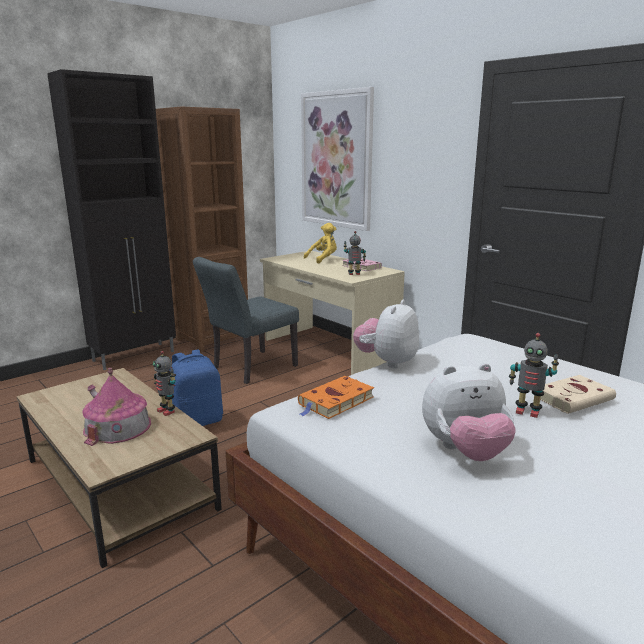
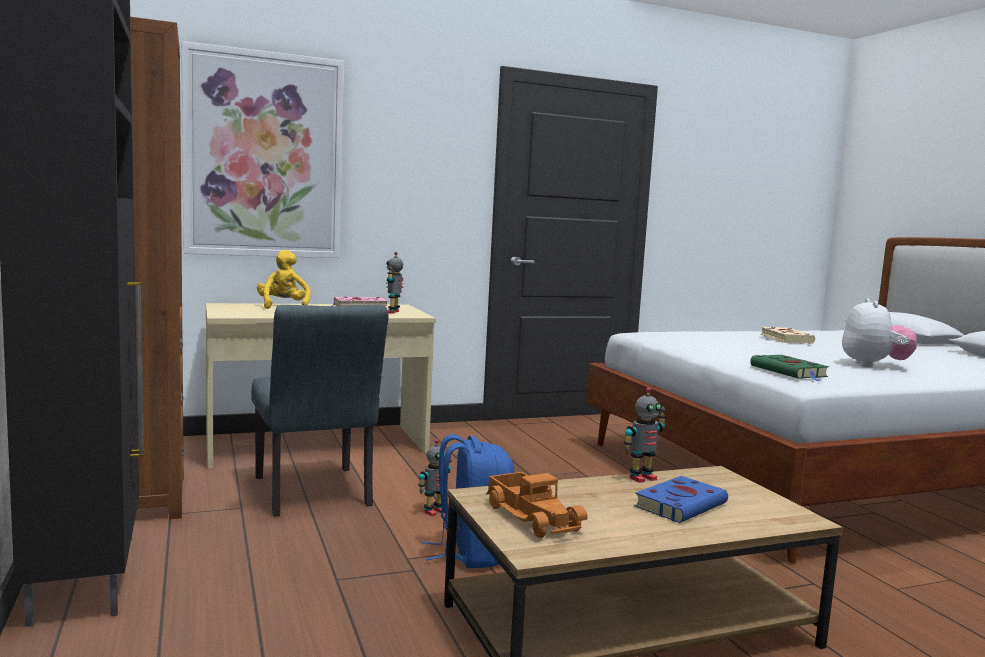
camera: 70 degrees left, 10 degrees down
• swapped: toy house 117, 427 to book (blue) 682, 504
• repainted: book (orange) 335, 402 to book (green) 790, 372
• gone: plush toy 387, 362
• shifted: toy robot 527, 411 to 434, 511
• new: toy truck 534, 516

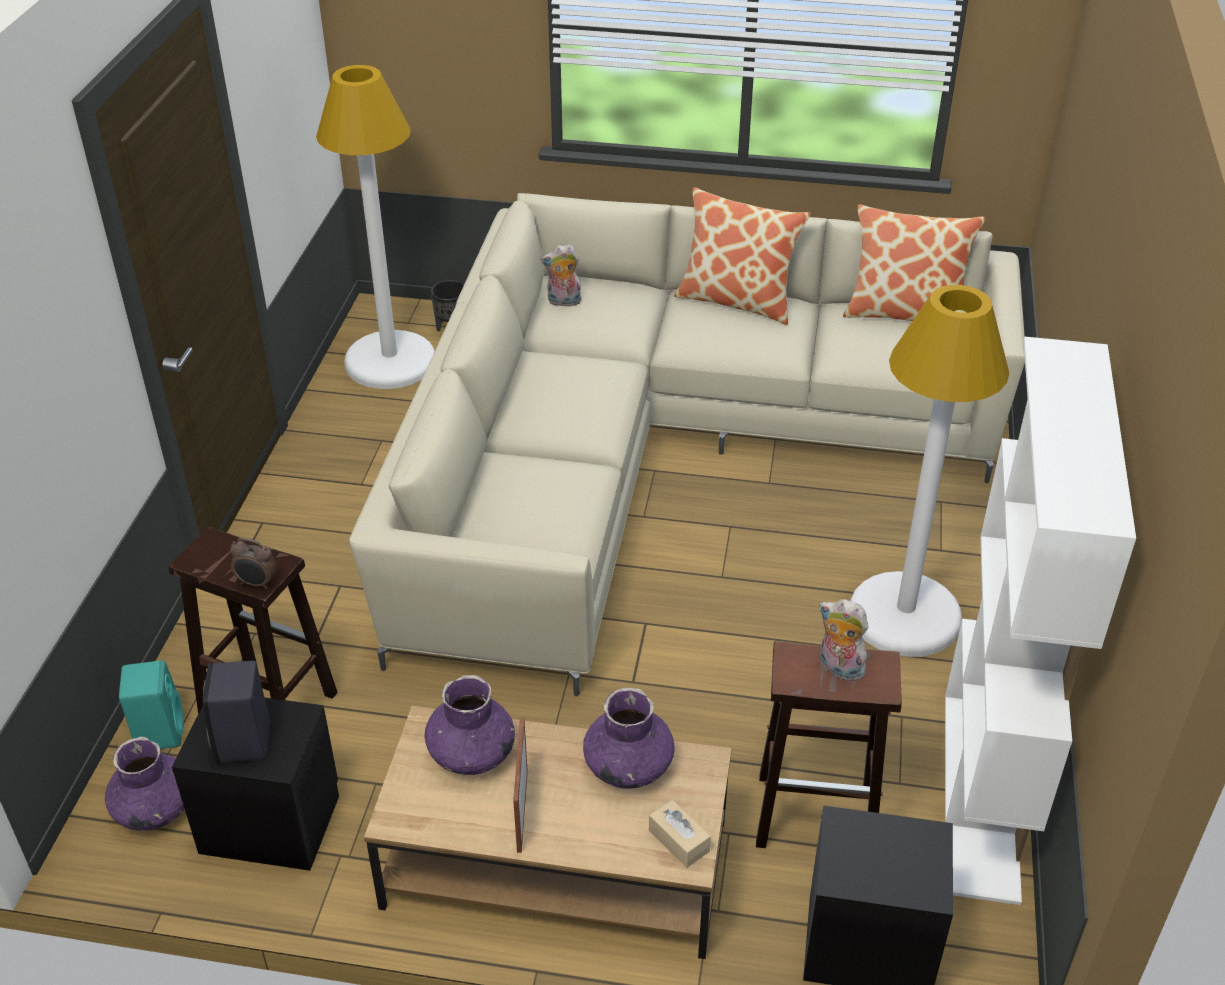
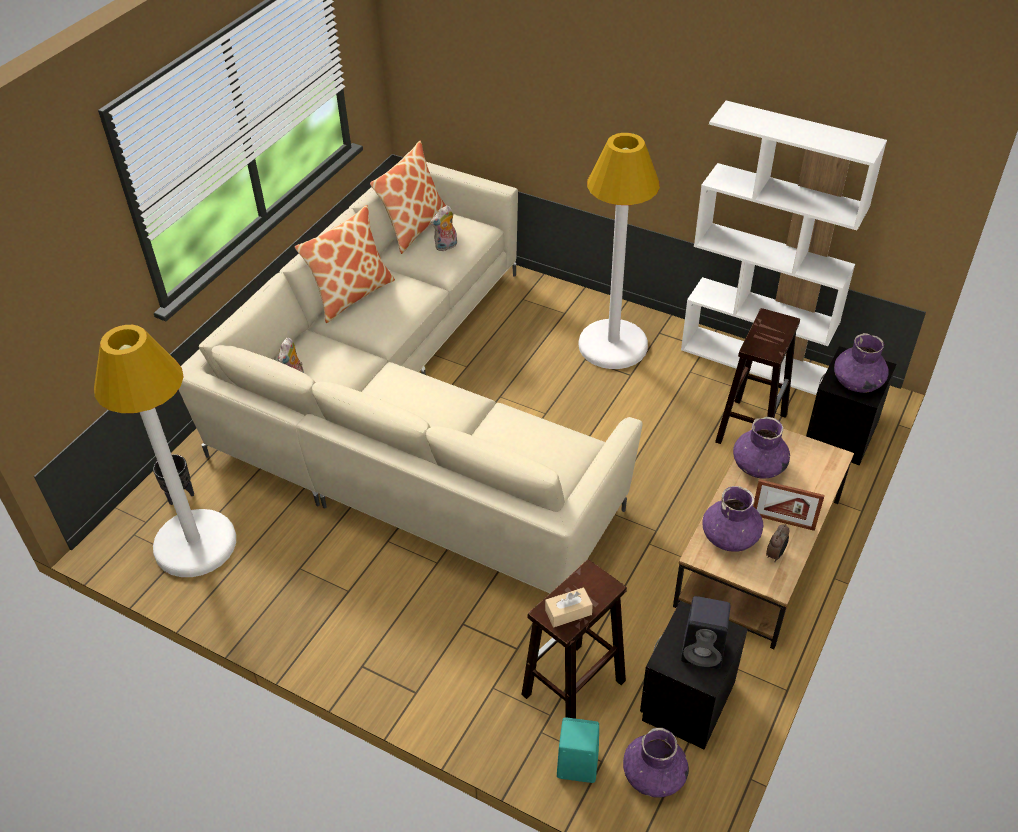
camera: 70 degrees left, 5 degrees up
• shifted: alarm clock 257, 583 to 775, 554
• shifted: tissue box (beige) 679, 841 to 568, 612
• shifted: plush toy 838, 668 to 446, 246
• new: vase (purple) 857, 382

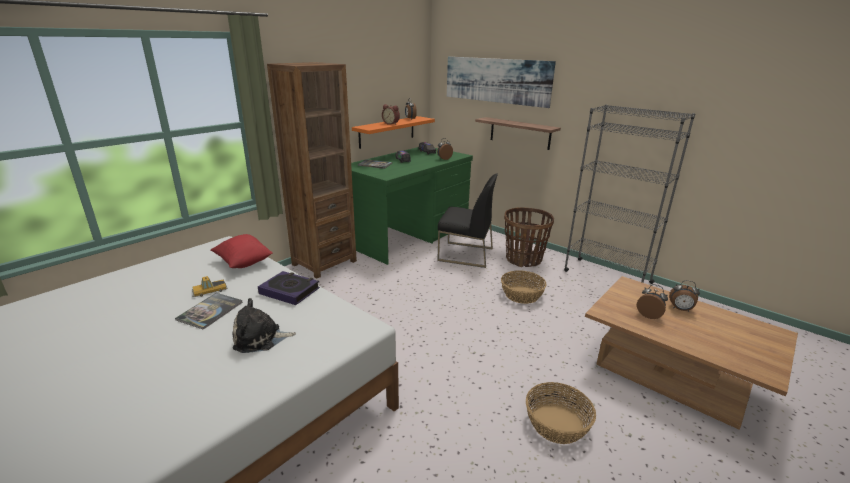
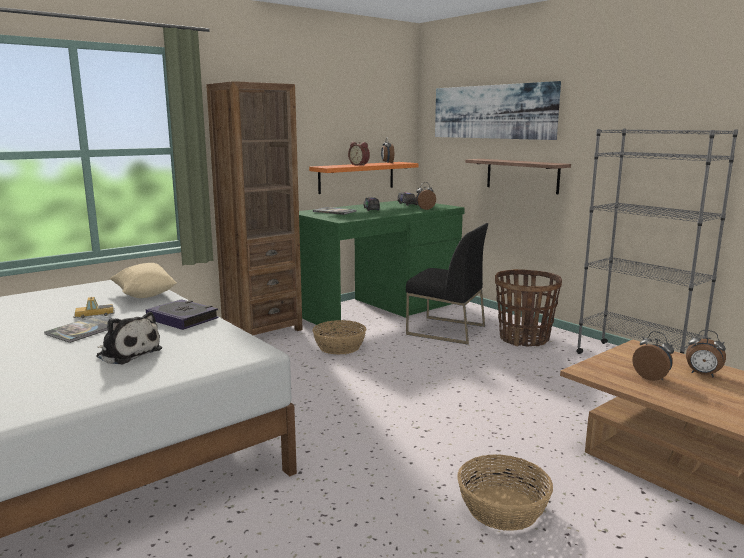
camera: 10 degrees right, 10 degrees down
• repainted: pillow (red) 243, 262 to pillow (beige) 144, 295
• rotated: plush toy 260, 338 = 127, 353 150 degrees counterclockwise
• shifted: basket 522, 295 to 340, 347

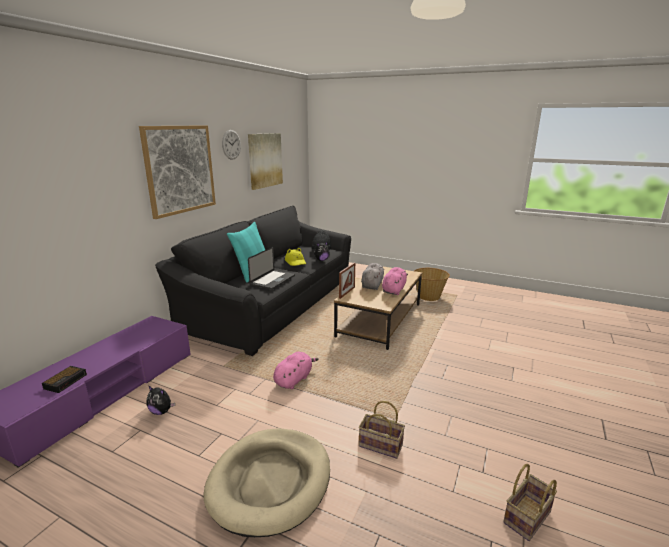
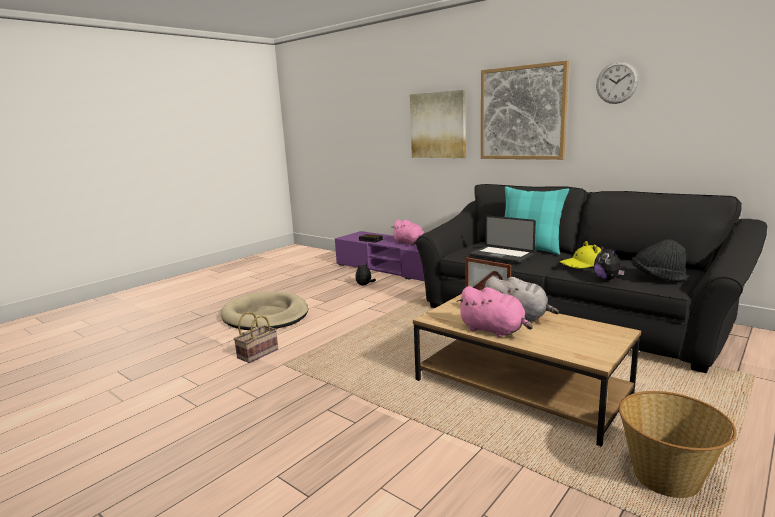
camera: 105 degrees right, 5 degrees down
• shifted: picture 265, 160 to 438, 125
• shifted: plush toy (pink) 294, 379 to 409, 243
• gone: basket 527, 518

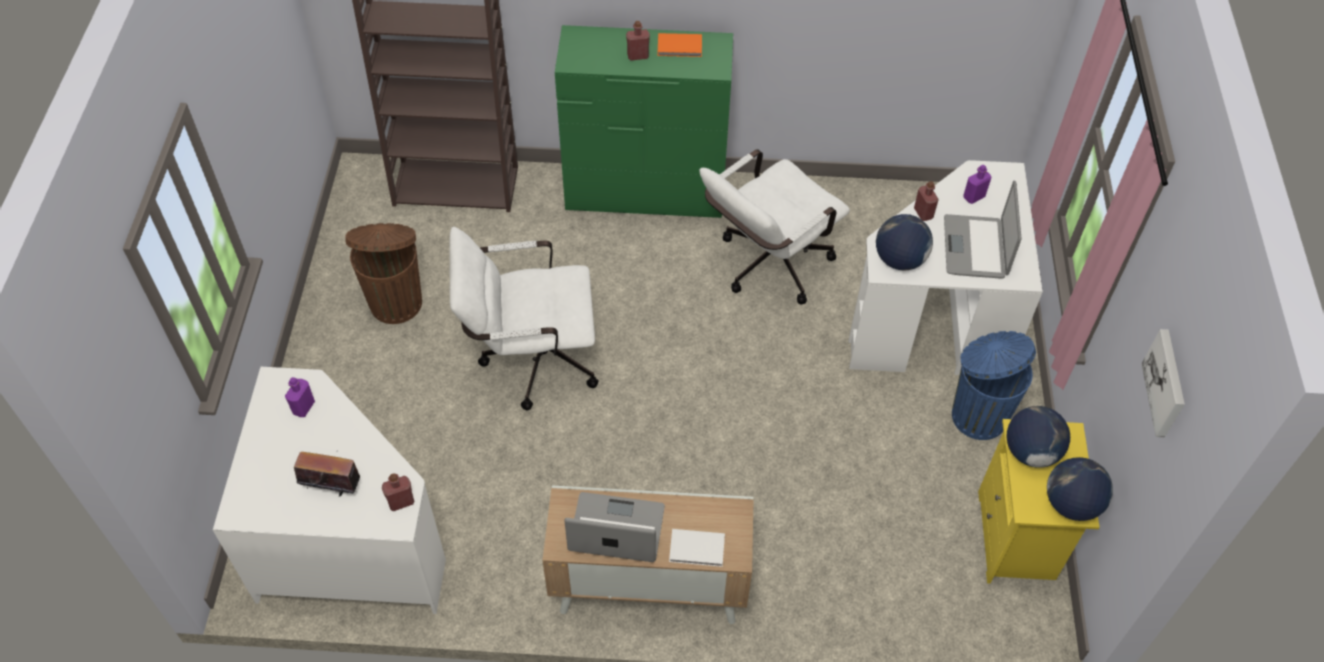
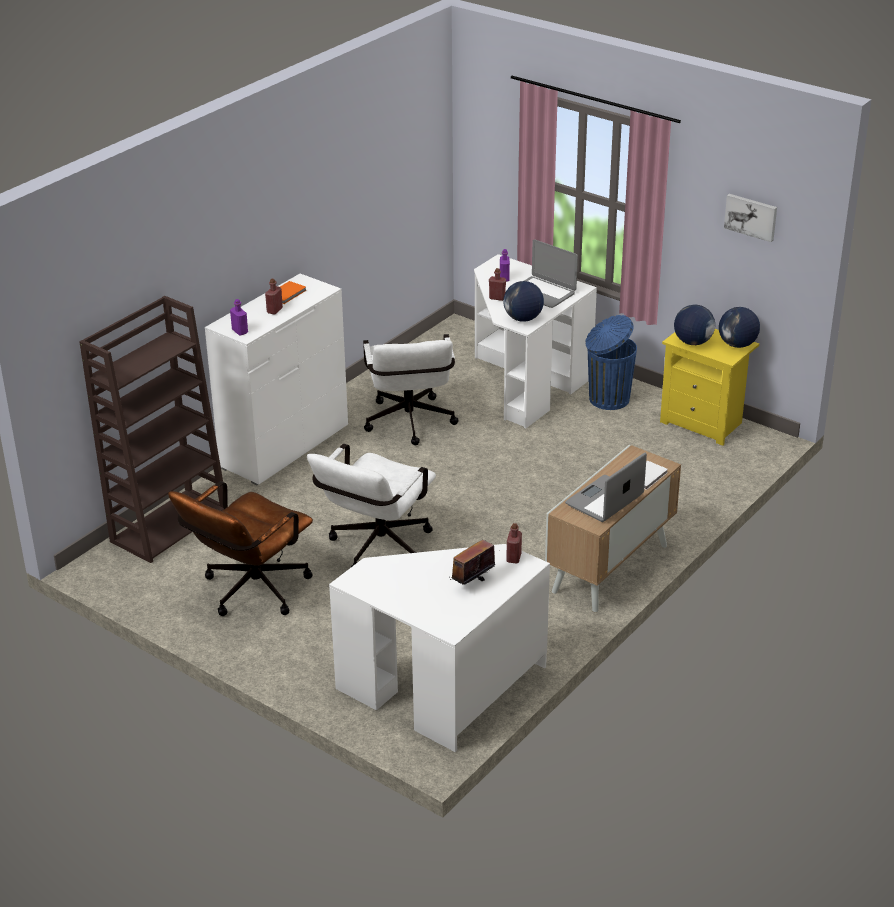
camera: 55 degrees left, 20 degrees down
• shifted: bottle (purple) 303, 407 to 240, 331
• swapped: trash can (brown) 396, 301 to office chair (brown) 249, 593
• repainted: dresser (green) 645, 192 to dresser (white) 284, 447

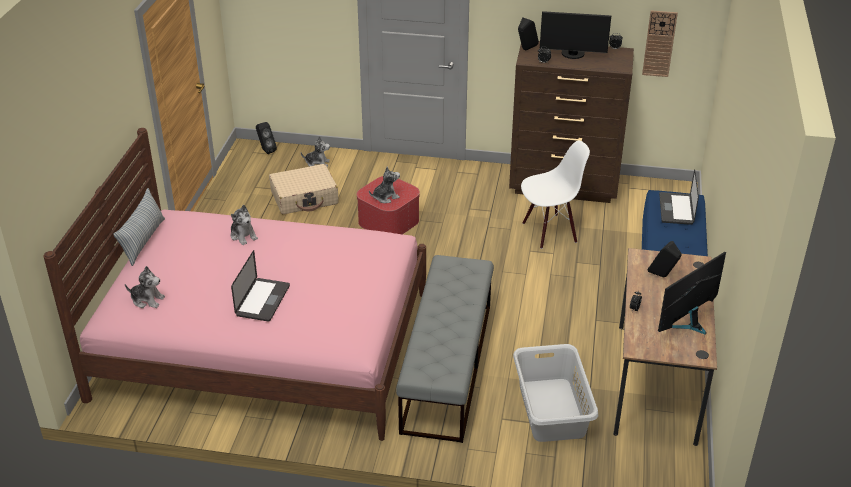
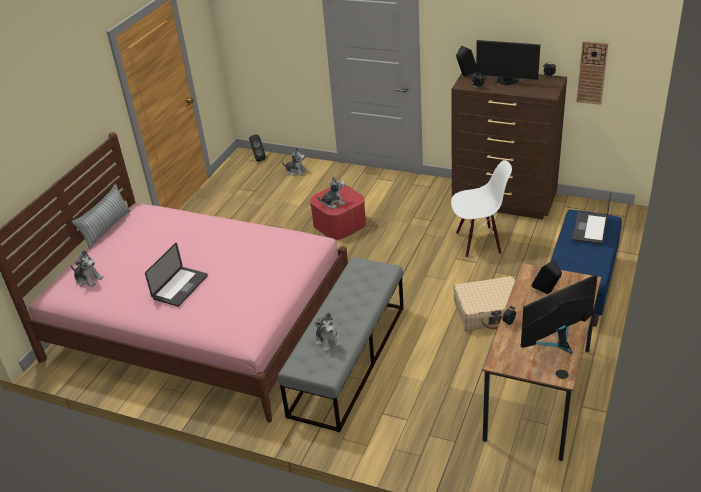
camera: 15 degrees right, 0 degrees up
• shifted: plush toy 243, 236 to 328, 341
• shifted: suitcase (beige) 304, 198 to 489, 312
• gone: laundry basket (grey) 551, 410

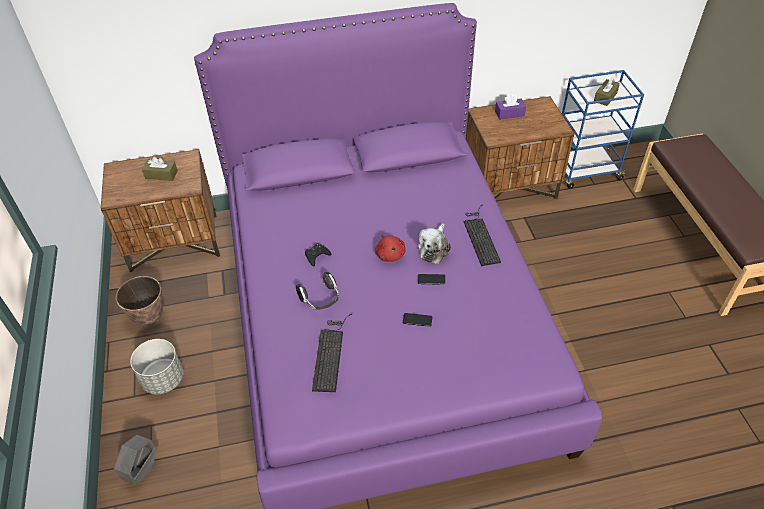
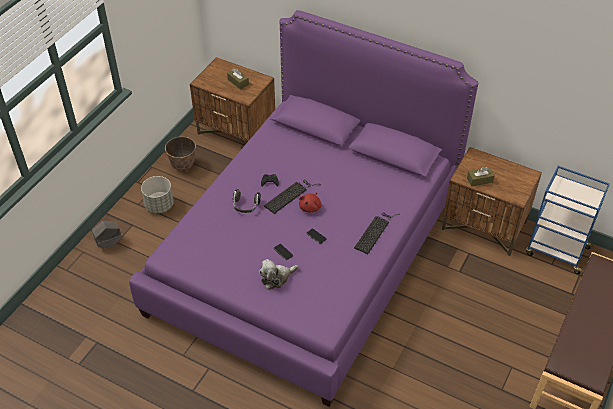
camera: 40 degrees right, 0 degrees up
• shifted: keyboard 330, 353 to 290, 195
• shifted: plush toy 434, 248 to 276, 278
• gone: tissue box (purple) 509, 113
• shifted: tissue box (brown) 605, 97 to 479, 180

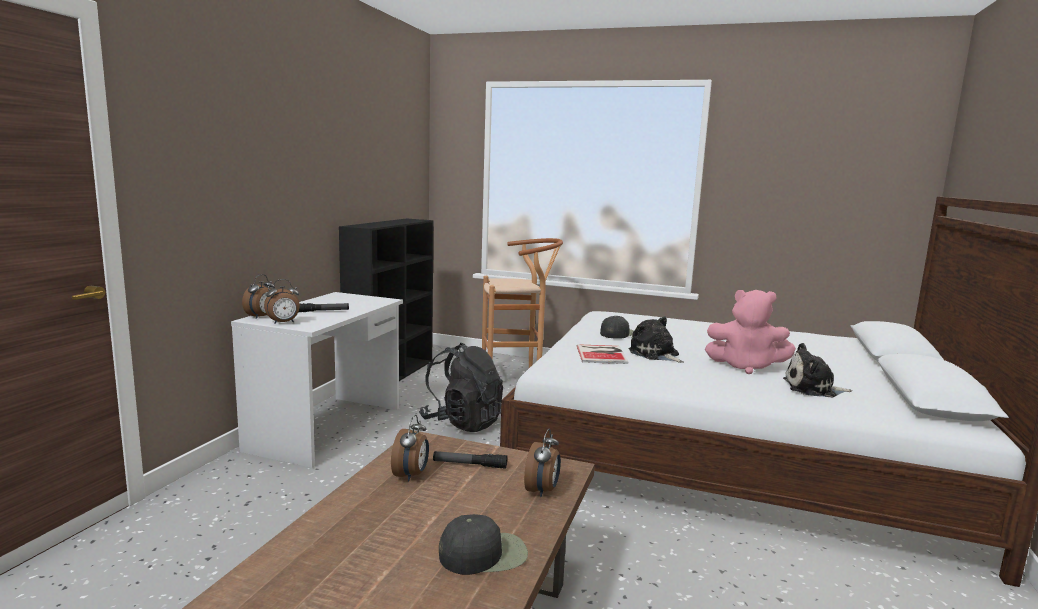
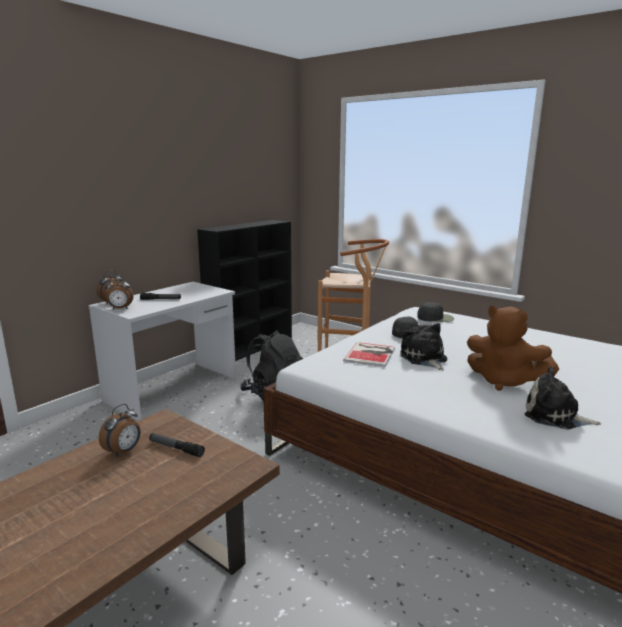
camera: 20 degrees right, 5 degrees up
• shifted: cap (black) 484, 553 to 435, 318
• gone: alarm clock 542, 490
• repainted: plush toy (pink) 746, 367 to plush toy (brown) 504, 381

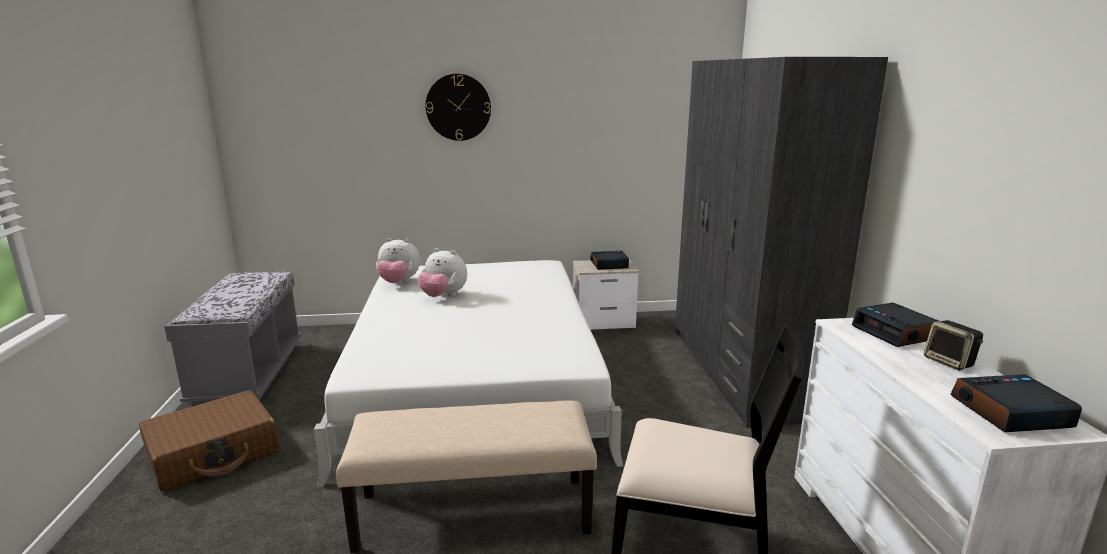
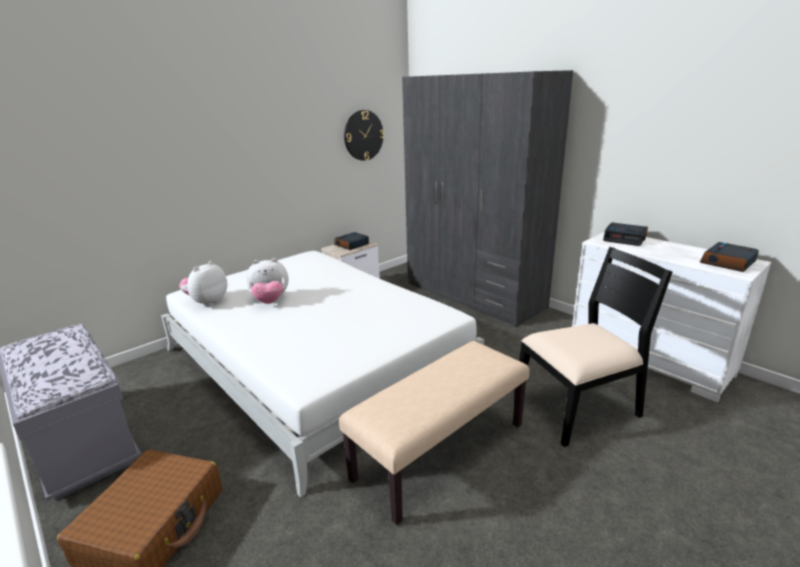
camera: 35 degrees left, 5 degrees up
• rotated: plush toy 398, 282 = 207, 302 150 degrees clockwise
• shifted: wall clock 458, 107 to 363, 135
• gone: speaker 950, 362

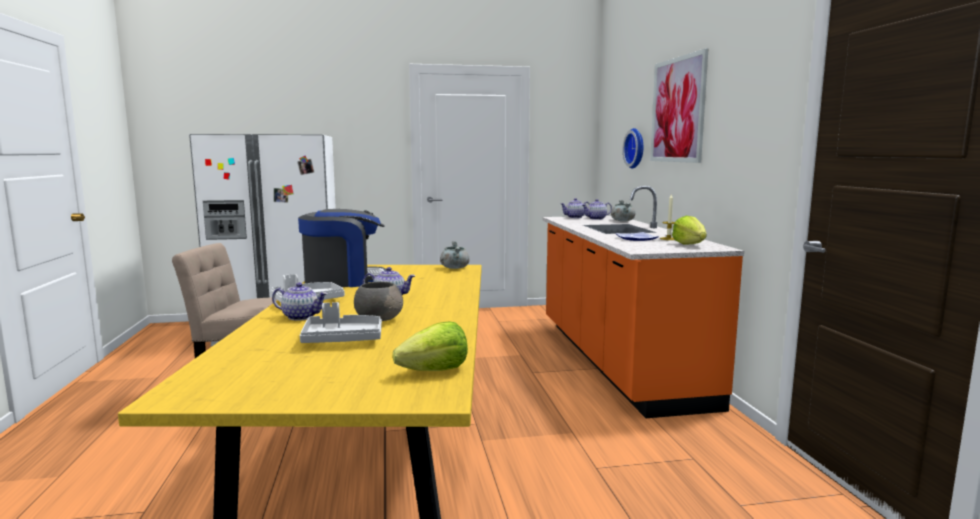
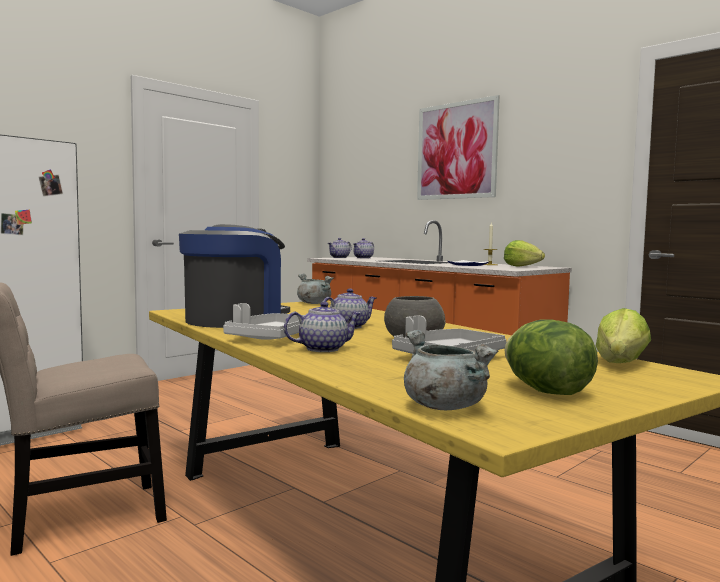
camera: 35 degrees left, 5 degrees down
• shifted: cooking pot (grey) 622, 221 to 443, 406
• gone: wall clock 636, 148
• new: lettuce 546, 391

